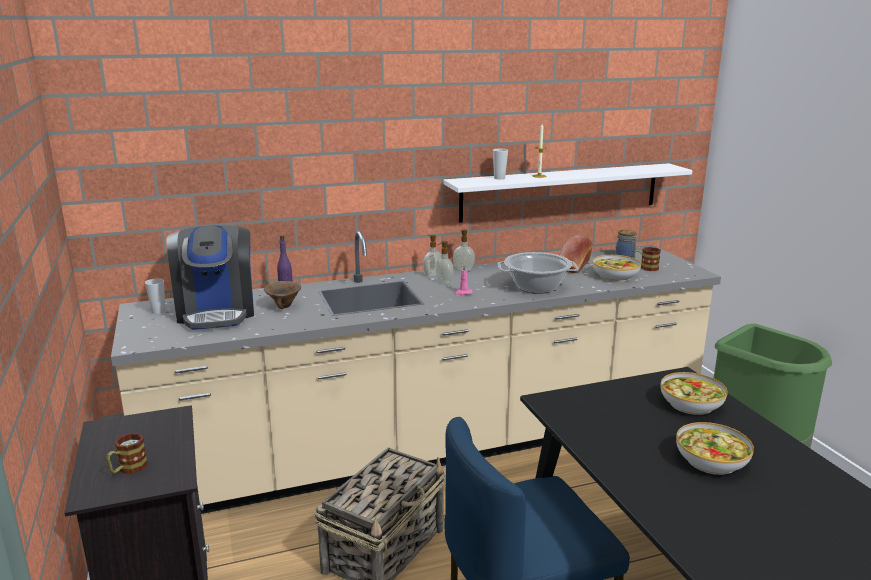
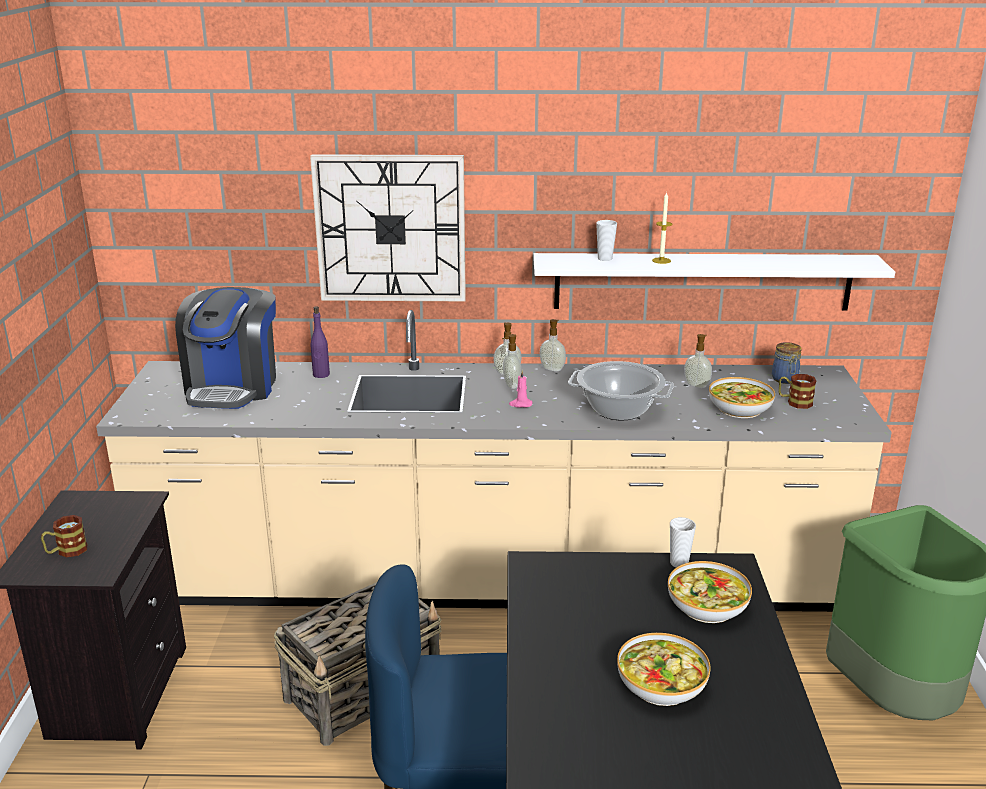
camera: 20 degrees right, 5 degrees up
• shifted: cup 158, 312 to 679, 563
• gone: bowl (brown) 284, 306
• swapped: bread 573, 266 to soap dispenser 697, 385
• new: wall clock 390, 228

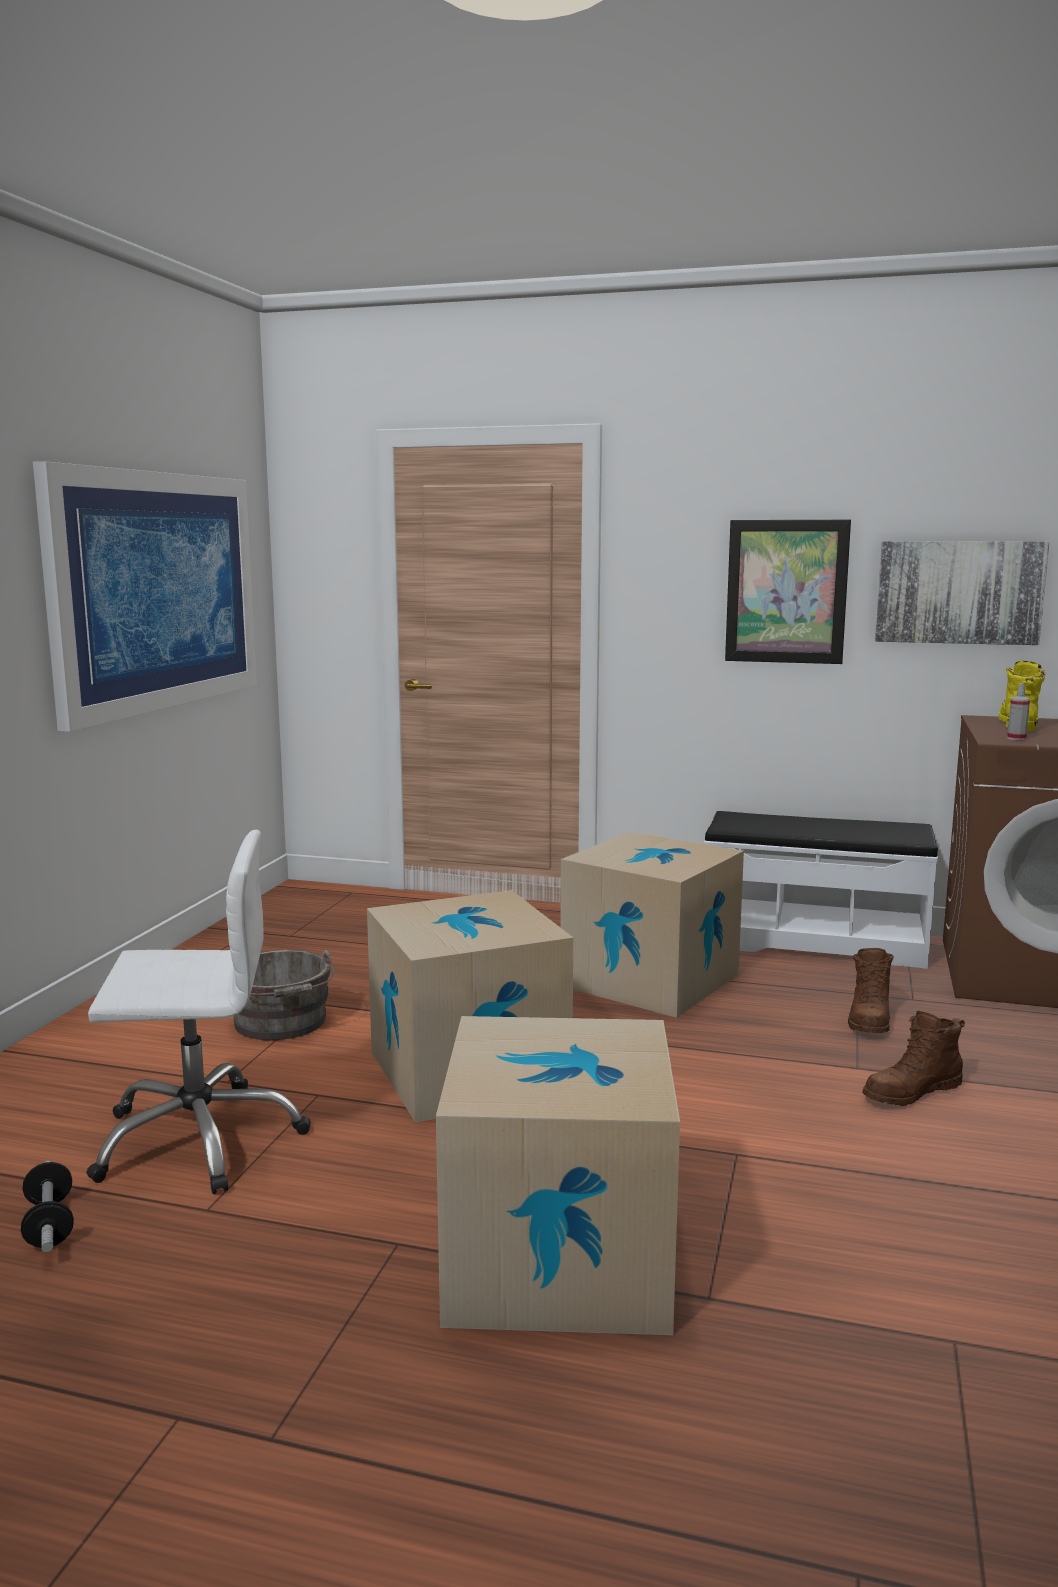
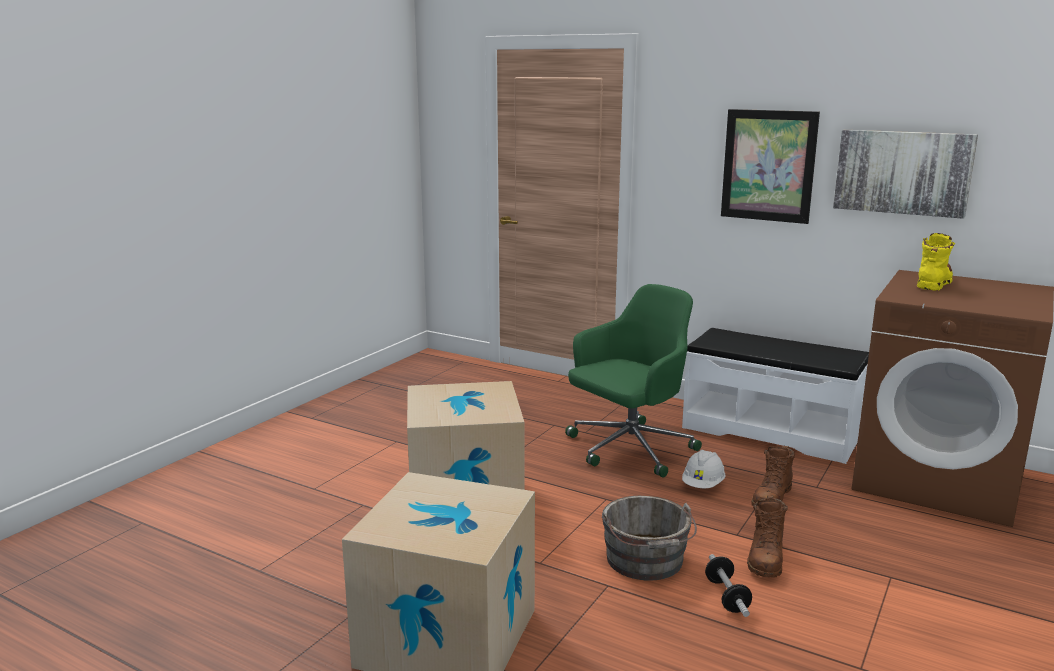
camera: 15 degrees right, 5 degrees up
• shifted: dumbbell 49, 1224 to 727, 596
• gone: picture 156, 591
• gone: office chair (white) 199, 1138
• shifted: bucket (grey) 282, 1024 to 646, 562
• swapped: cardboard box 650, 980 to office chair (green) 629, 449
• rotated: boot (brown) 912, 1092 = 765, 558 60 degrees counterclockwise
• gone: spray bottle 1016, 739
• new: hard hat (white) 703, 485

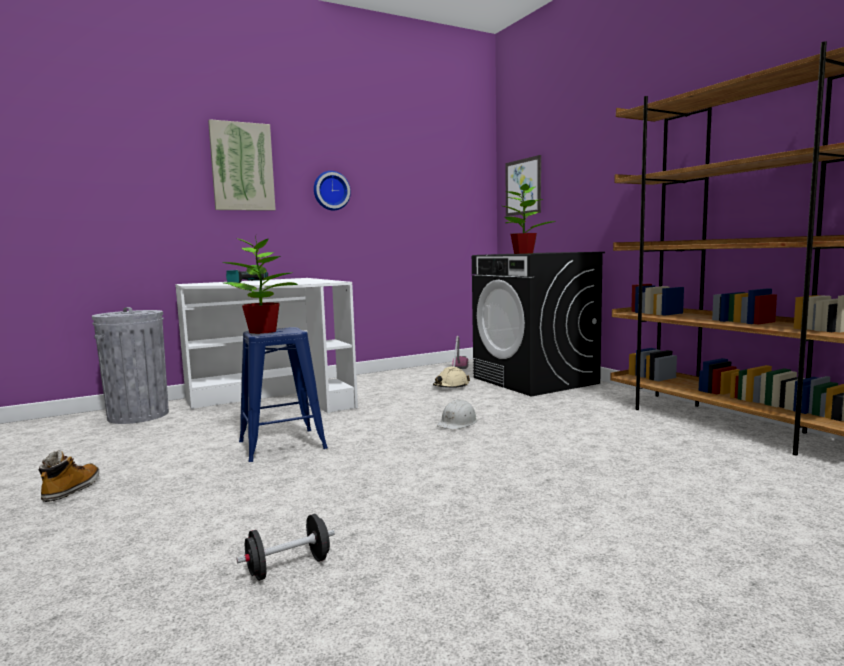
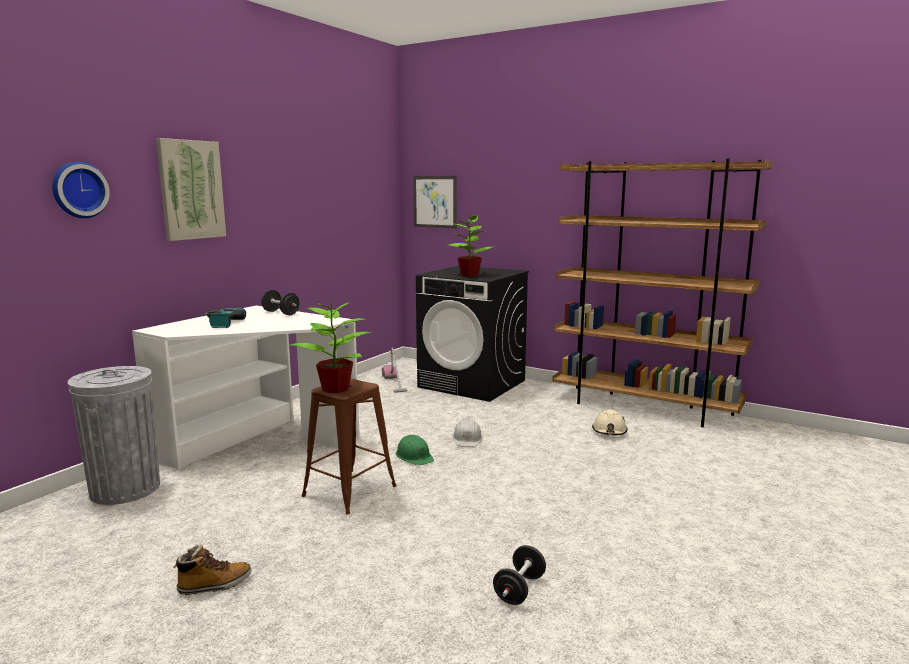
camera: 30 degrees left, 5 degrees up
• rotated: boot 72, 489 = 214, 585 90 degrees clockwise
• repainted: stool (blue) 283, 445 to stool (brown) 350, 491
• shifted: wall clock 331, 191 to 78, 190
• shifted: hard hat (beige) 451, 386 to 609, 431
• new: dumbbell (black) 281, 313
• new: hard hat (green) 414, 456

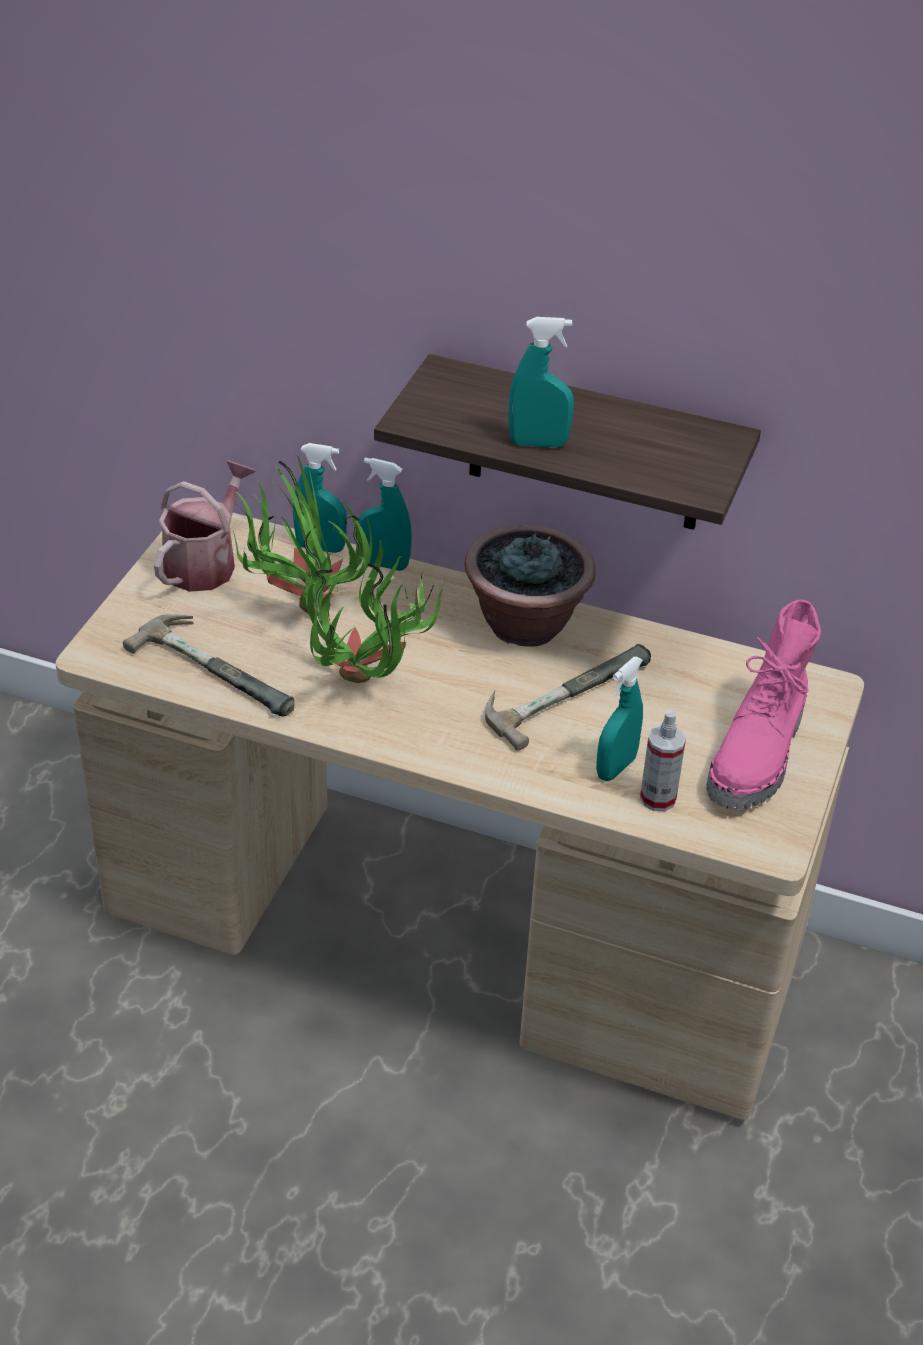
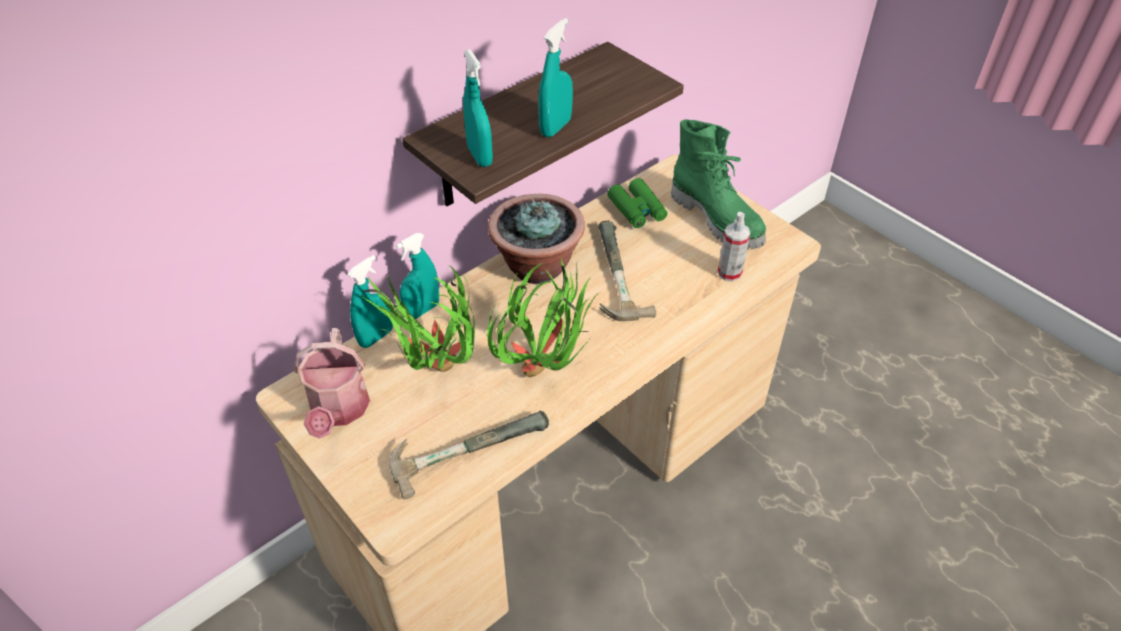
camera: 60 degrees left, 5 degrees up
• rotated: watering can 205, 562 = 338, 410 150 degrees counterclockwise
• shifted: spray bottle (turquoise) 616, 767 to 480, 156
• repainted: boot (pink) 759, 757 to boot (green) 717, 218
• new: binoculars (green) 637, 210

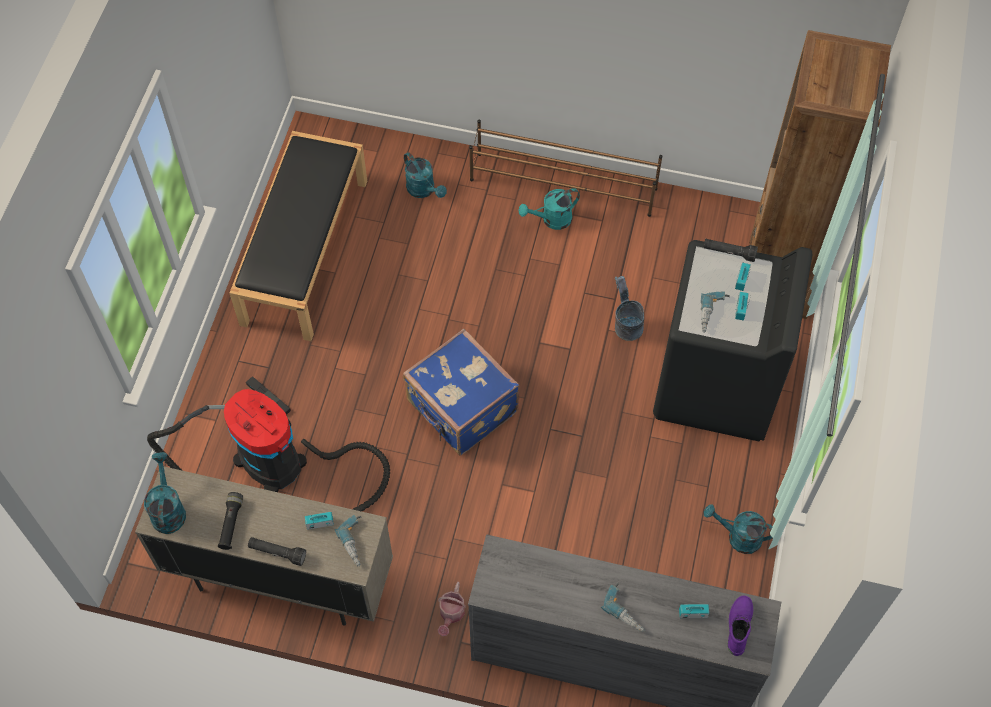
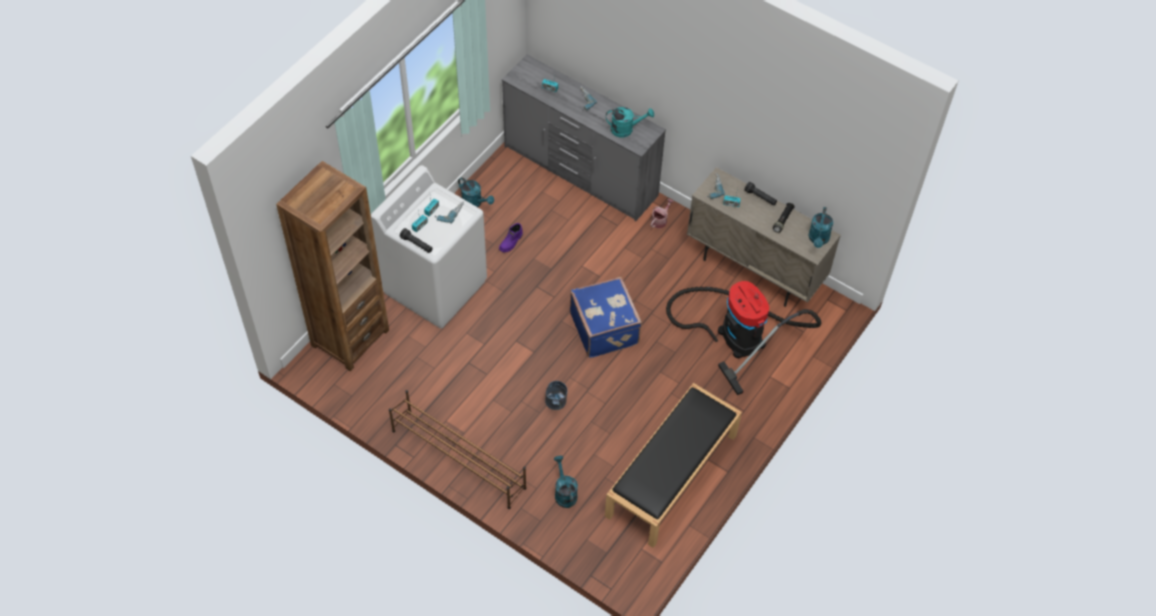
camera: 160 degrees left, 5 degrees down
• shifted: watering can (turquoise) 551, 220 to 626, 129
• shifted: bucket (grey) 626, 324 to 556, 404
• repainted: washing machine (black) 716, 385 to washing machine (white) 435, 286
• shifted: boot (purple) 738, 626 to 511, 242

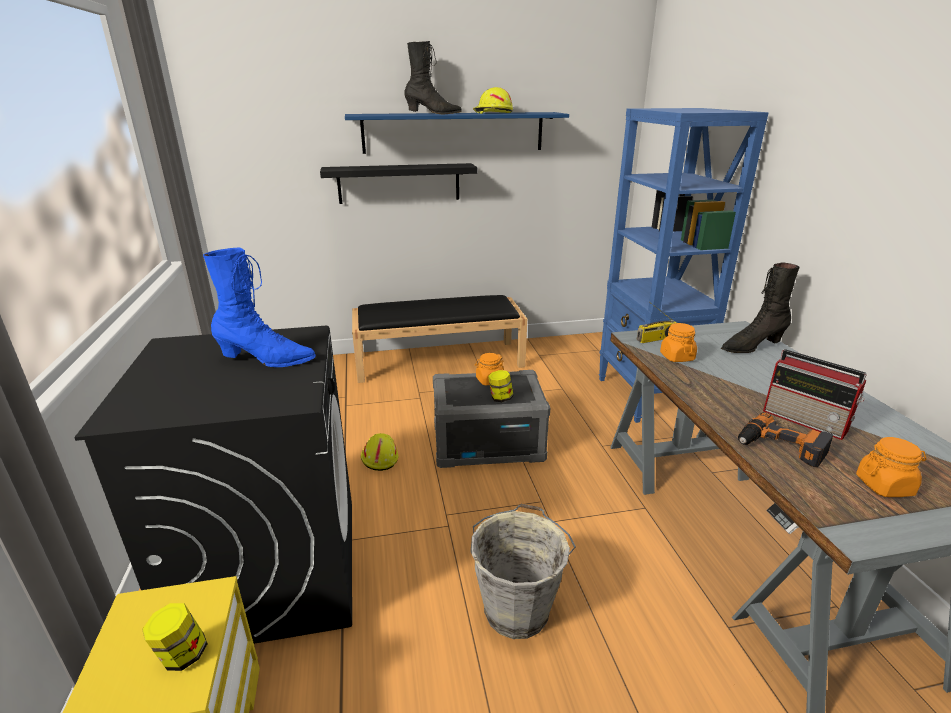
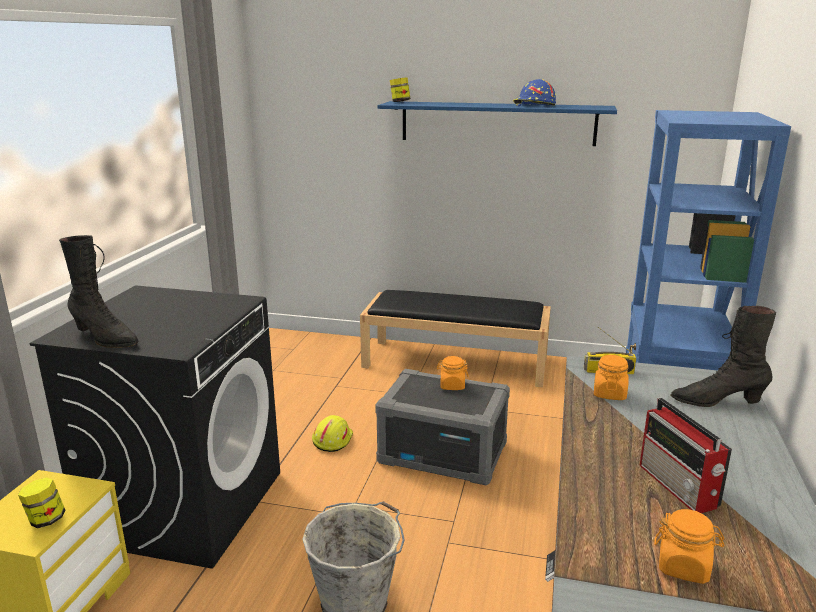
camera: 25 degrees right, 5 degrees down
• gone: boot (blue) 266, 360
• gone: shelf (black) 399, 183
• shifted: boot (black) 433, 114 to 105, 338
• repainted: hard hat (yellow) 492, 113 to hard hat (blue) 533, 105
• shifted: jar 500, 398 to 400, 102
• gone: power drill 780, 447

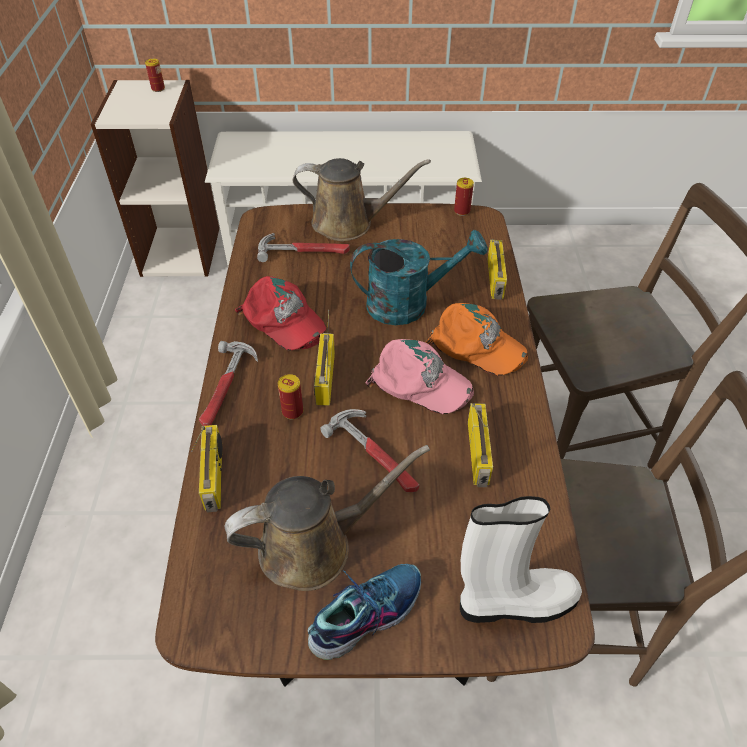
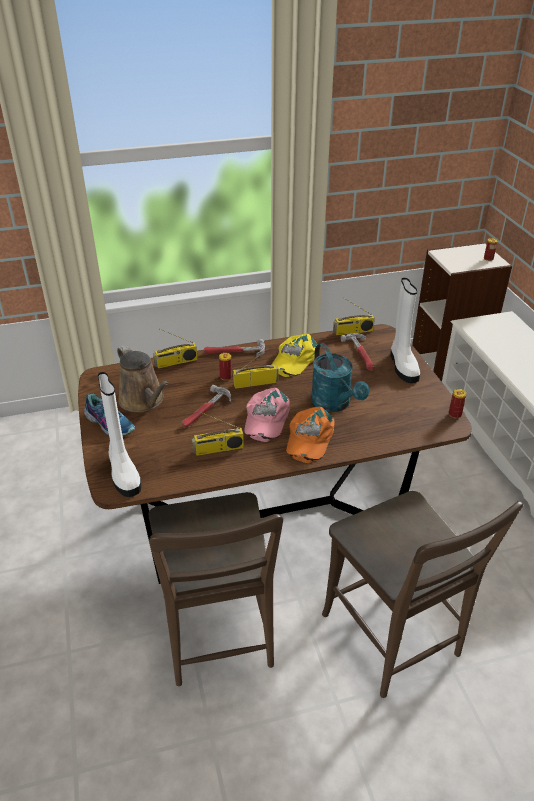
camera: 75 degrees right, 10 degrees down
• repainted: cap (red) 283, 320 to cap (yellow) 294, 359
• swapped: watering can (brown) 348, 223 to boot (white) 402, 365
• shifted: radio 496, 279 to 353, 331

